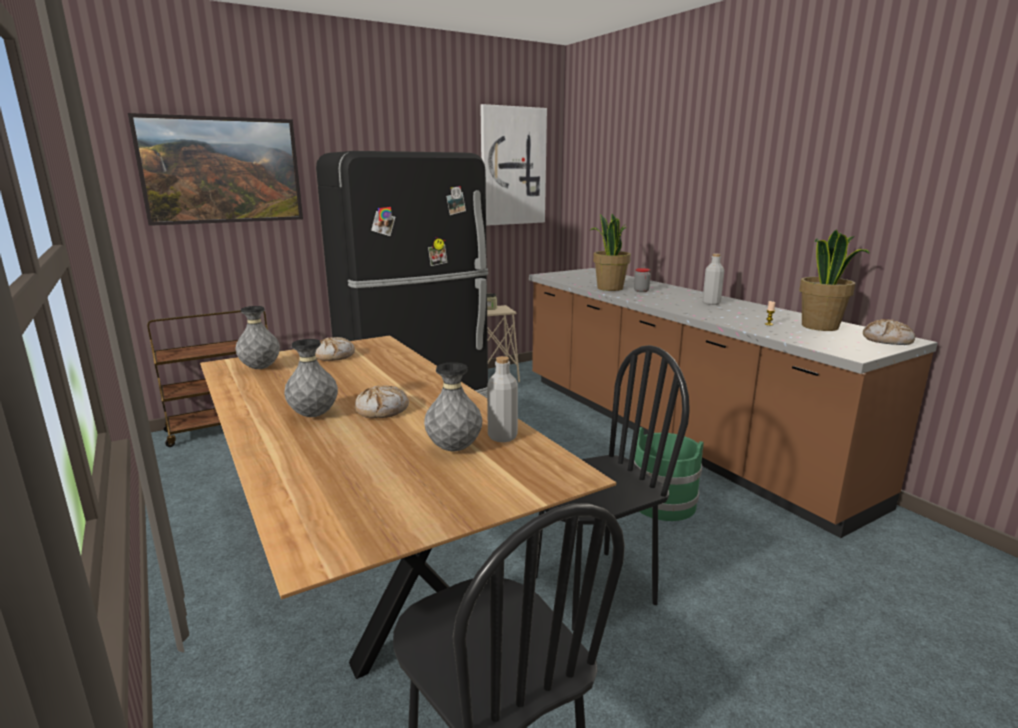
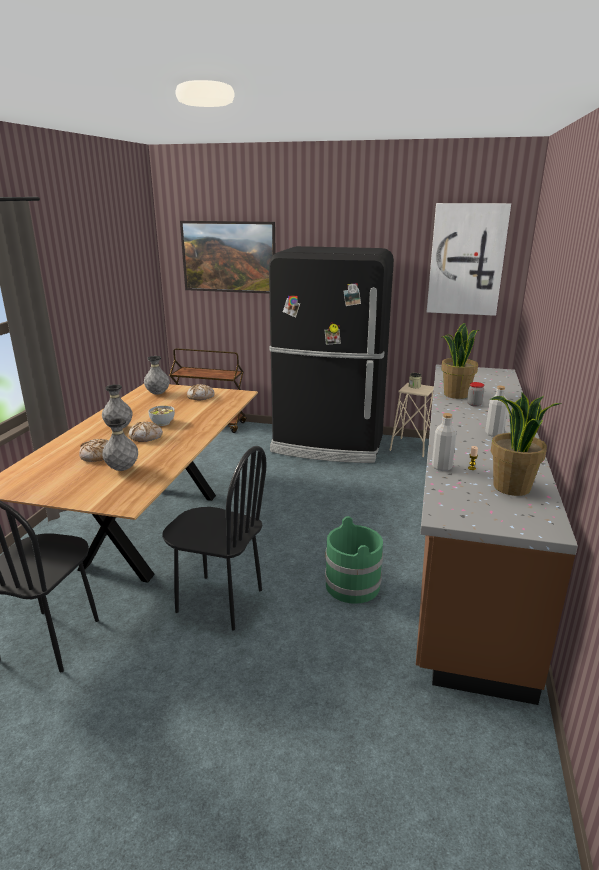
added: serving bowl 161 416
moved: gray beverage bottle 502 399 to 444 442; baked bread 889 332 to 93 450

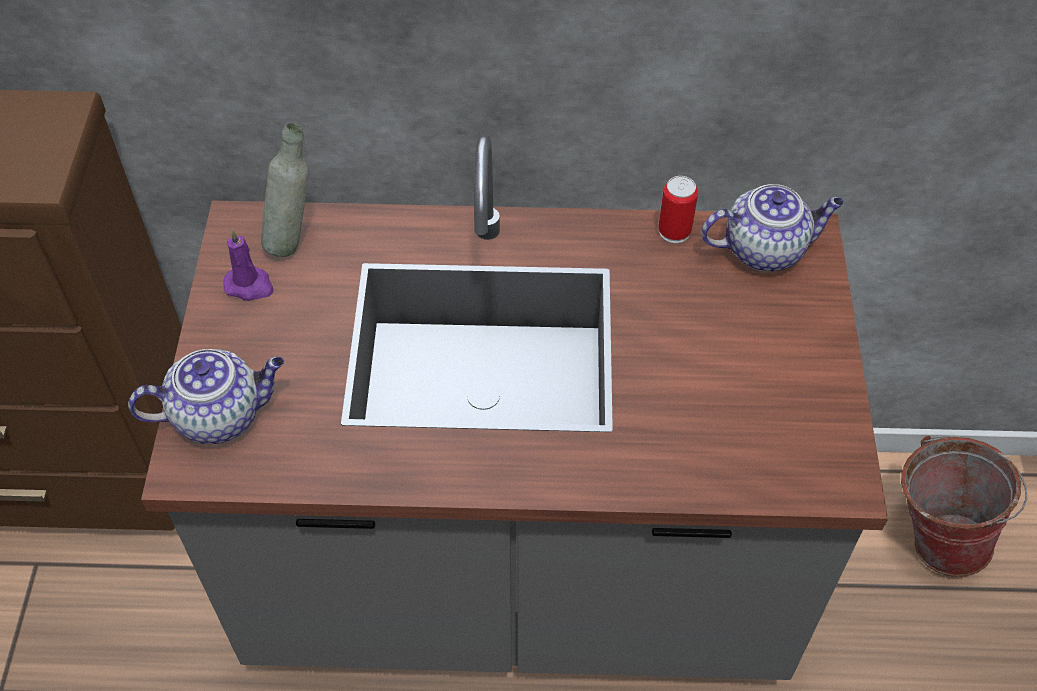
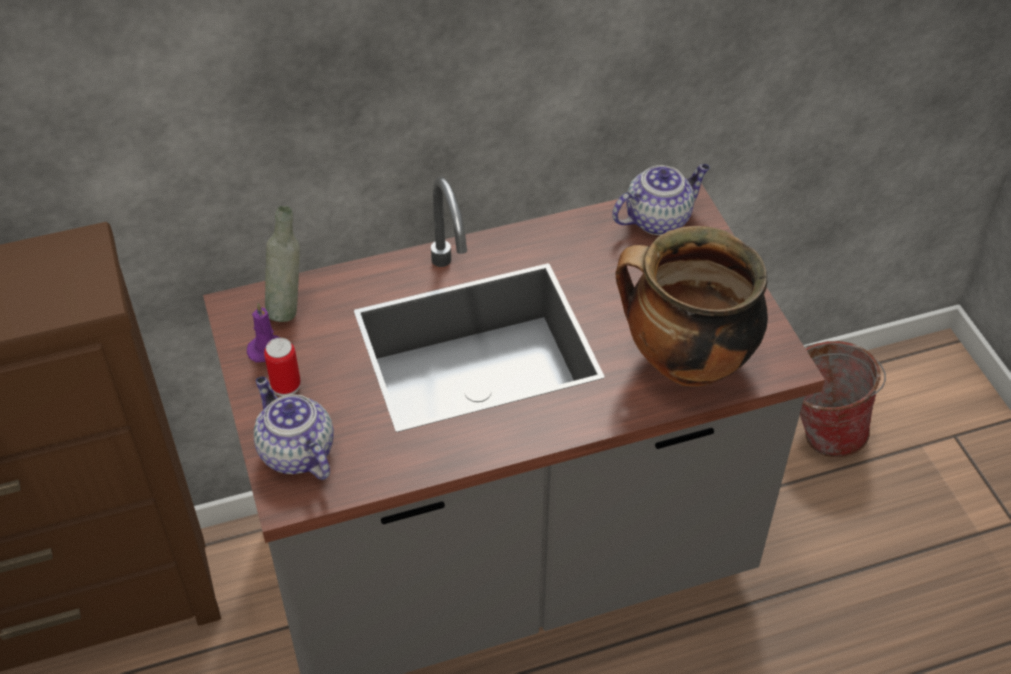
added: stockpot 692 306
moved: sealed can 678 209 to 282 367
turned: teapot 206 396 = 294 428 90 degrees counterclockwise

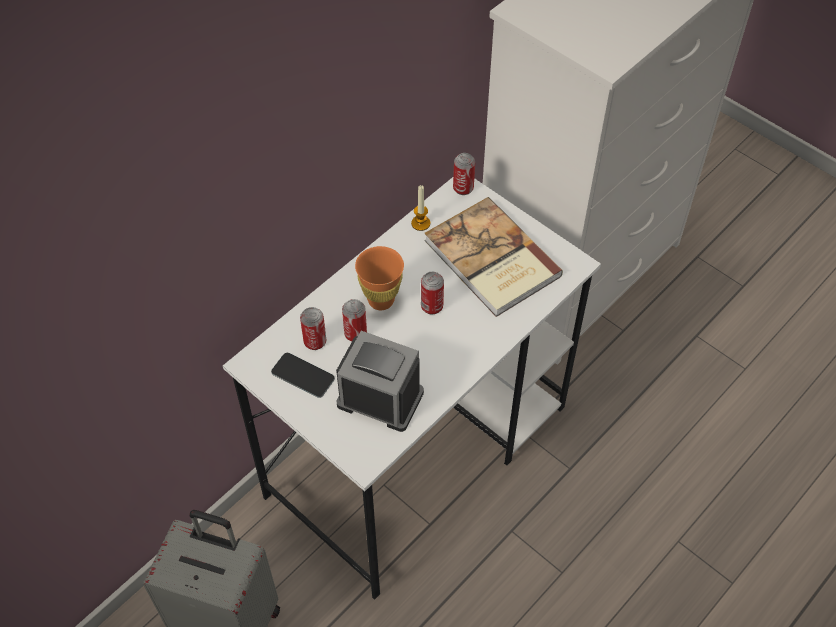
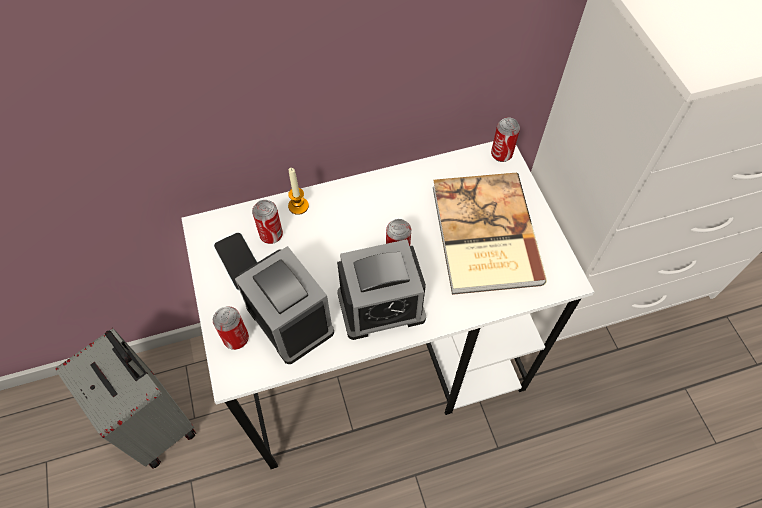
removed: orange-coloured cup 379 278
added: bedside clock 381 289
moved: sealed can 354 320 to 231 328; wax candle 420 208 to 298 191

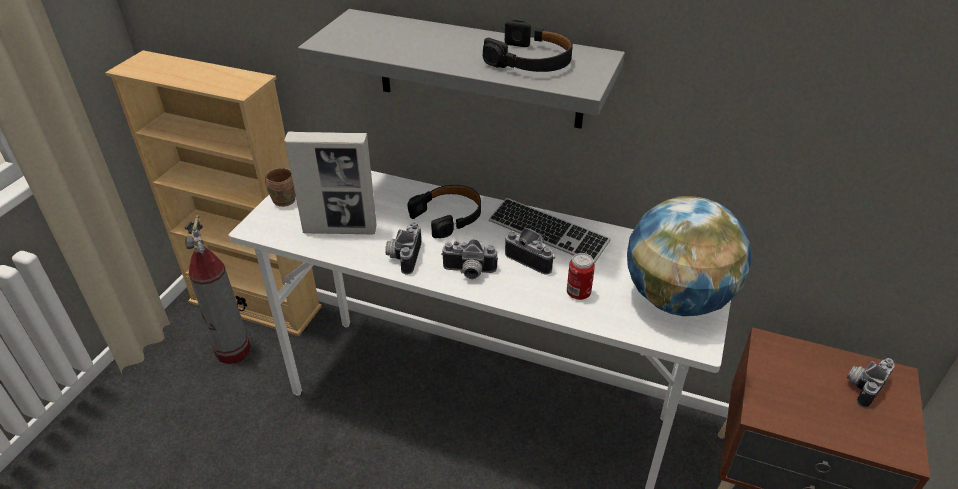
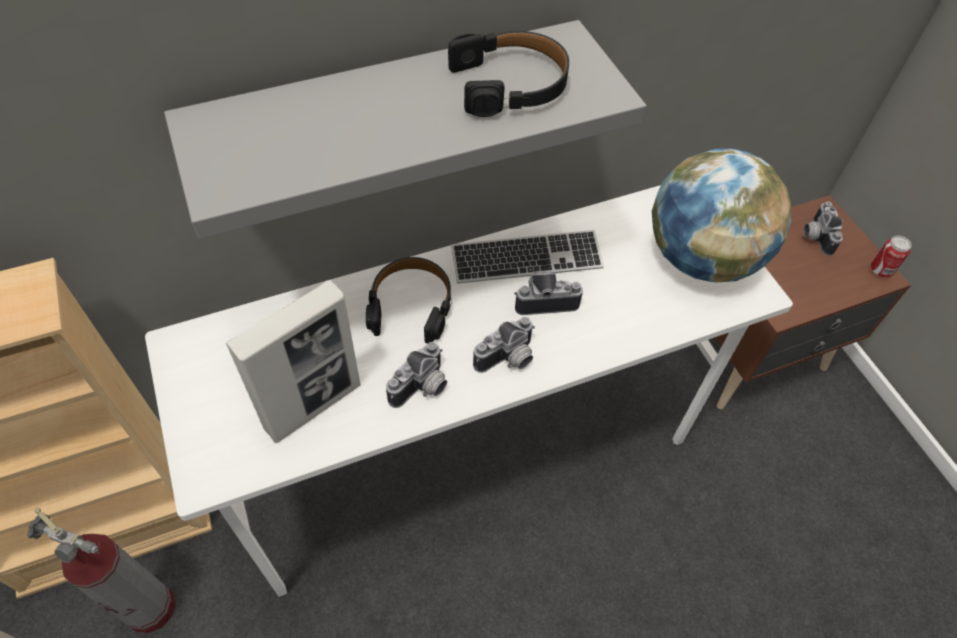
removed: brown tea mug 280 187
moved: sealed can 581 276 to 891 257
turned: photo camera 403 247 = 416 375 105 degrees counterclockwise

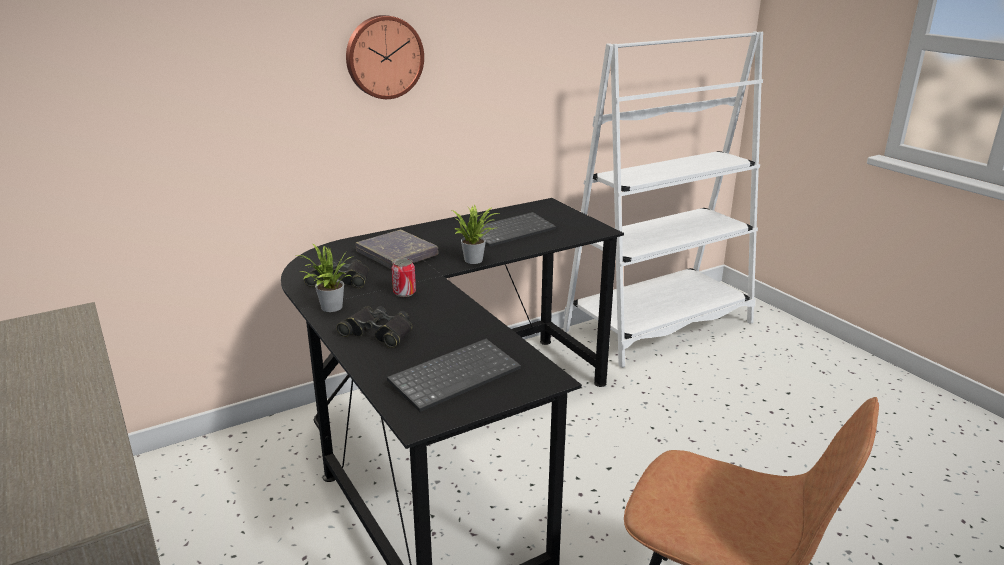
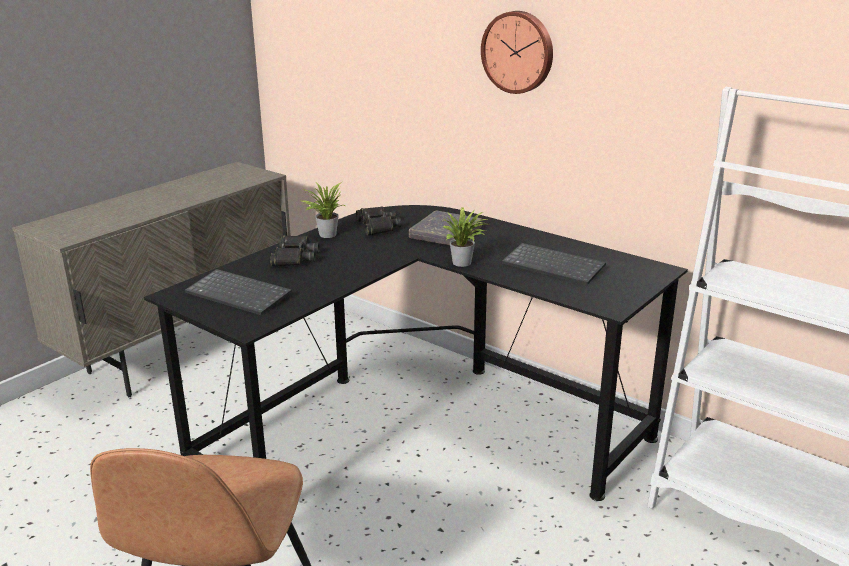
removed: sealed can 404 277

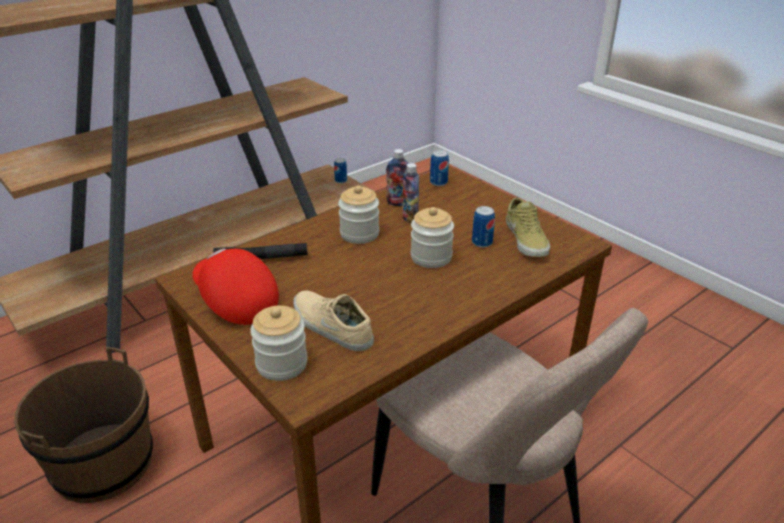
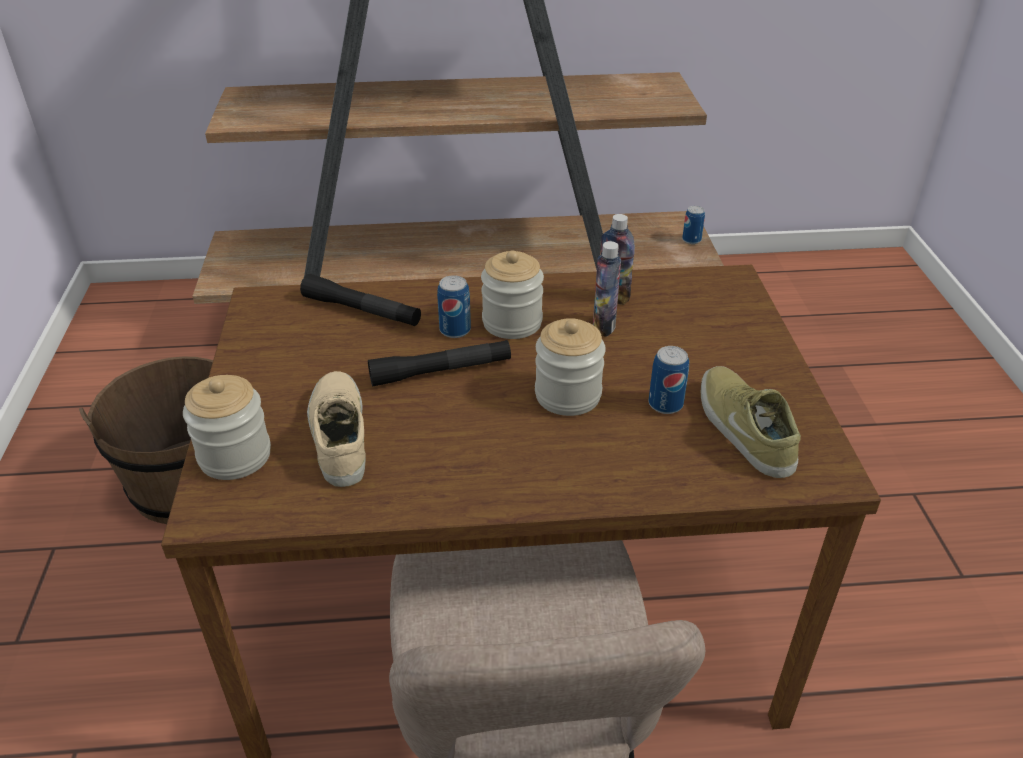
removed: reddish peaked cap 235 286
added: blackish hand torch 439 363
moved: sealed can 439 168 to 454 306
turned: beige shoe 528 227 = 751 422 135 degrees clockwise

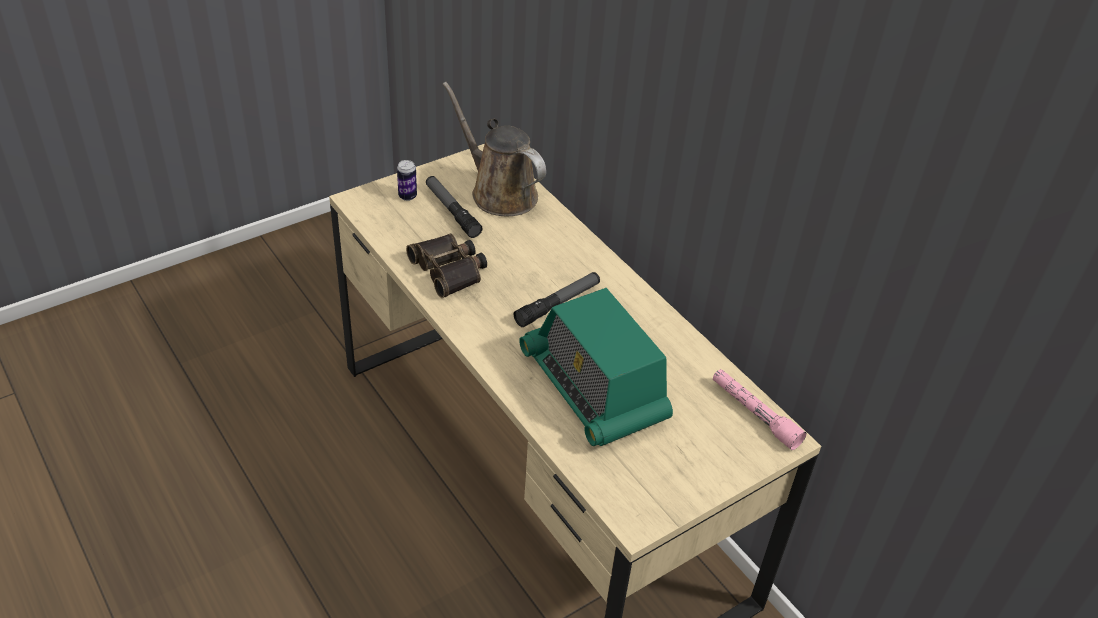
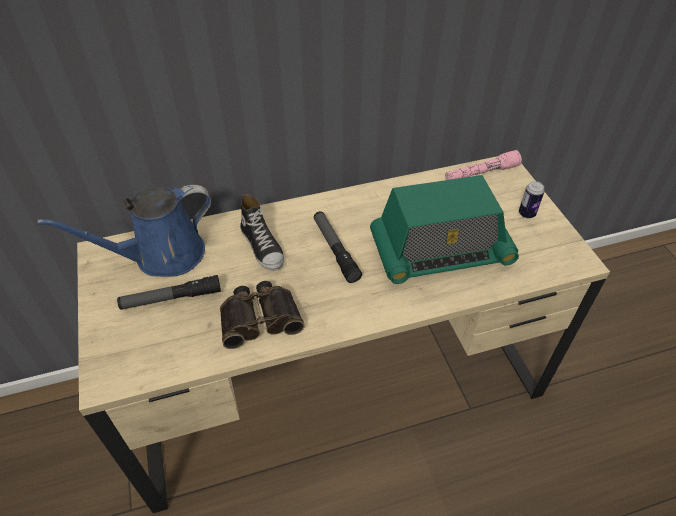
added: shoe 262 232
moved: sealed can 407 180 to 532 200
recoloured: brown watering pot 494 149 to blue watering pot 124 231

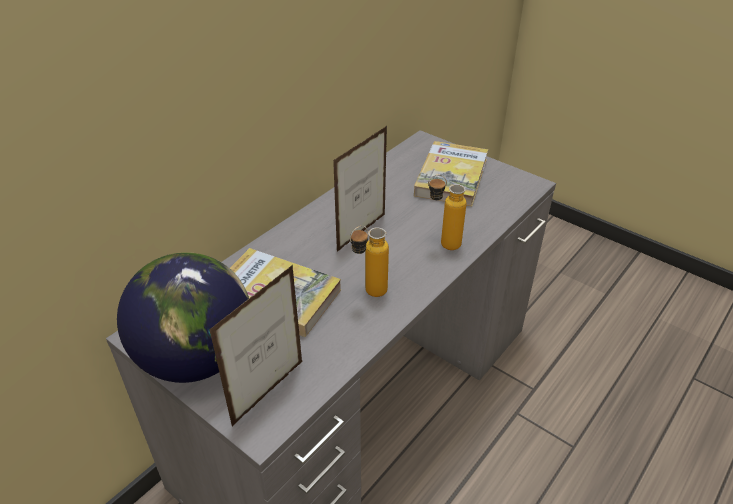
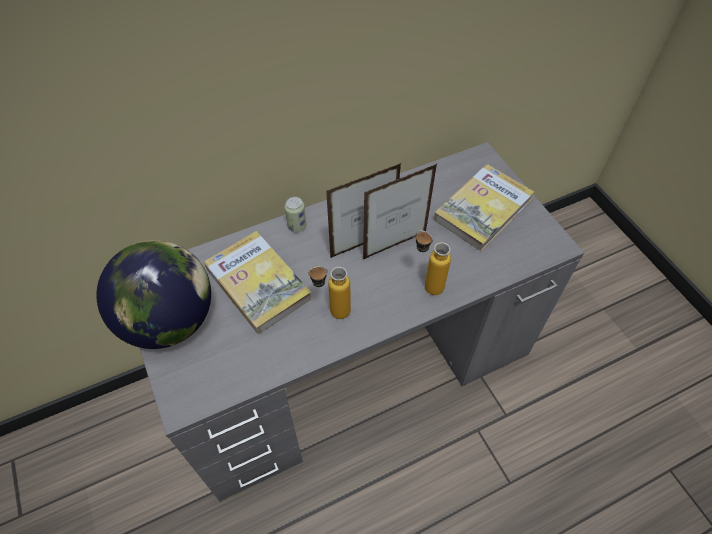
added: sealed can 295 214
moved: picture frame 255 345 to 400 211

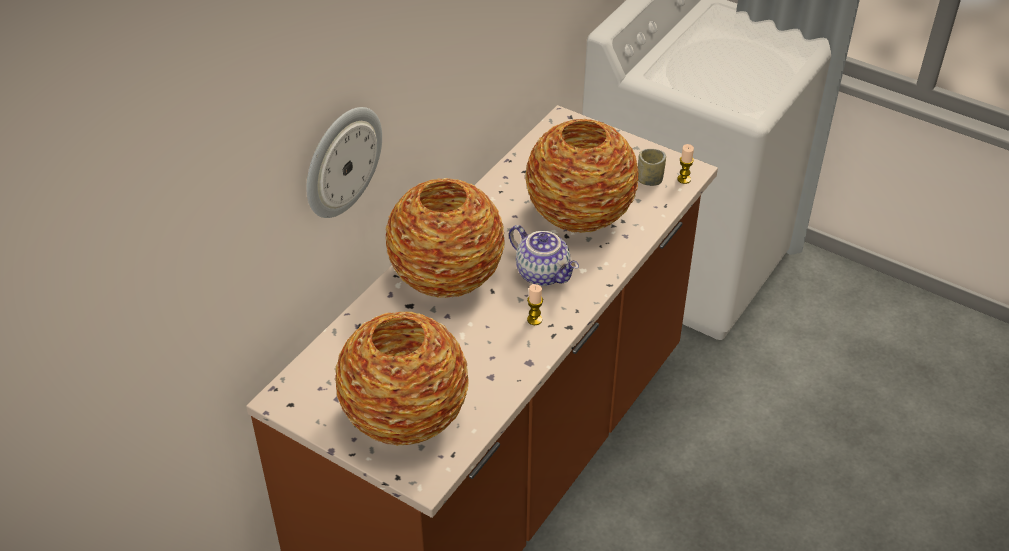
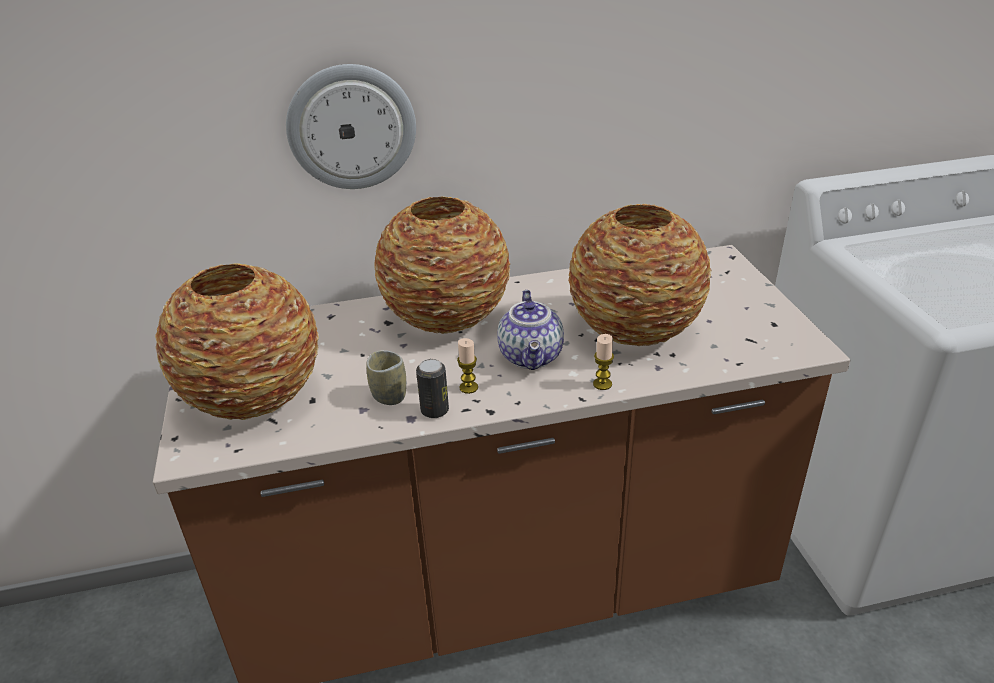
added: sealed can 432 388
moved: cup 652 167 to 386 377; wax candle 685 164 to 603 362

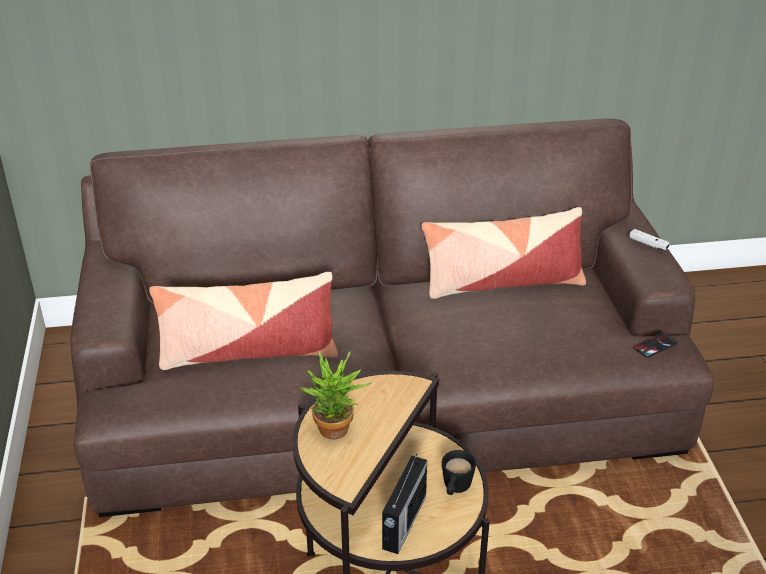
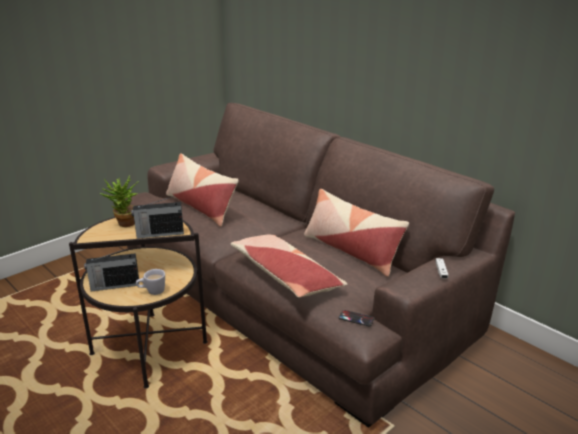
added: radio 157 217; throw pillow 289 266
recoloured: blackish tea mug 459 472 to whitish tea mug 150 282

